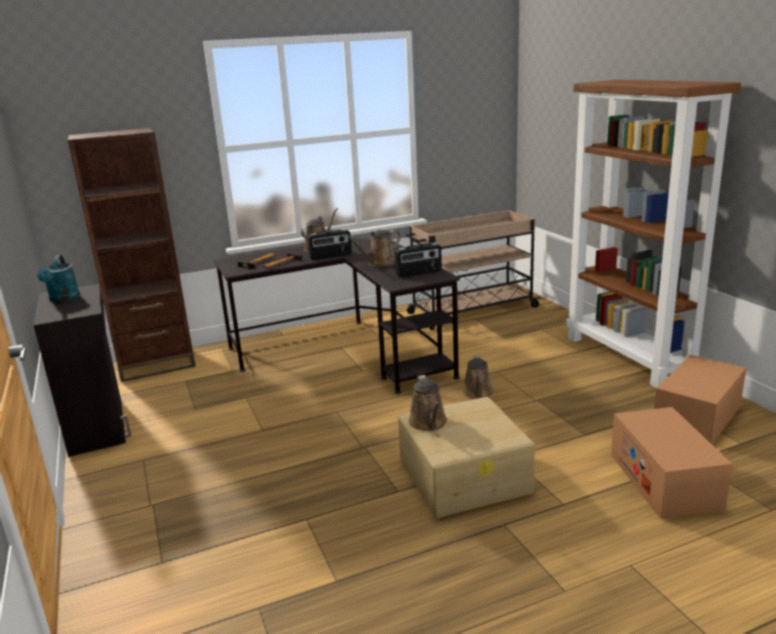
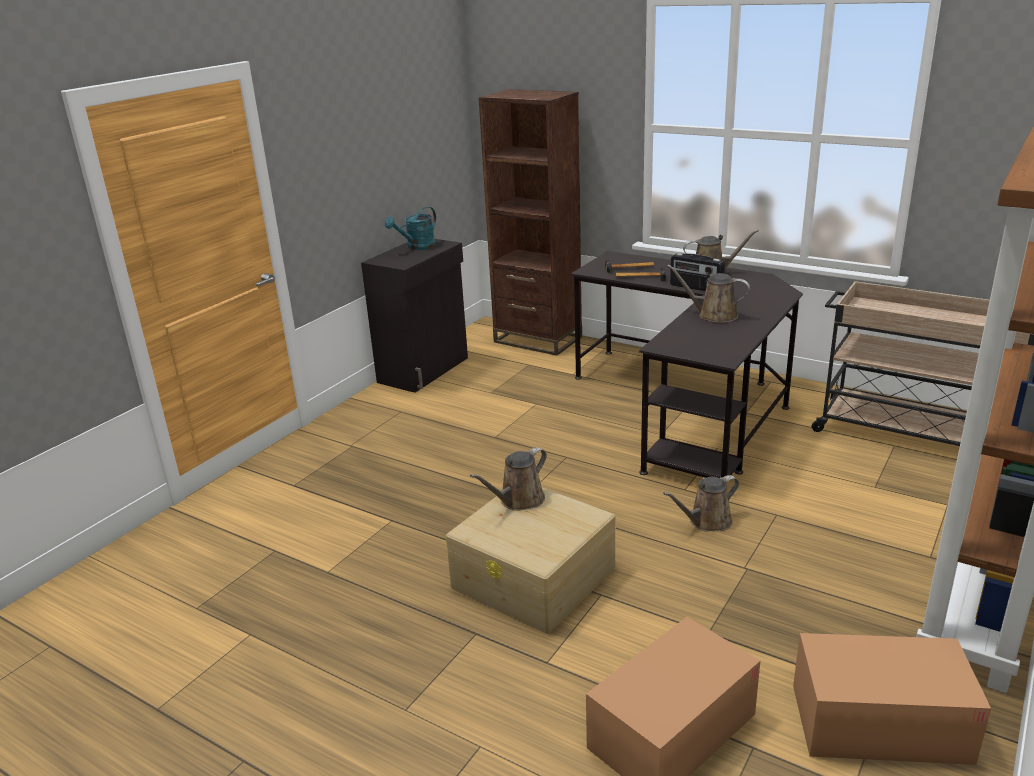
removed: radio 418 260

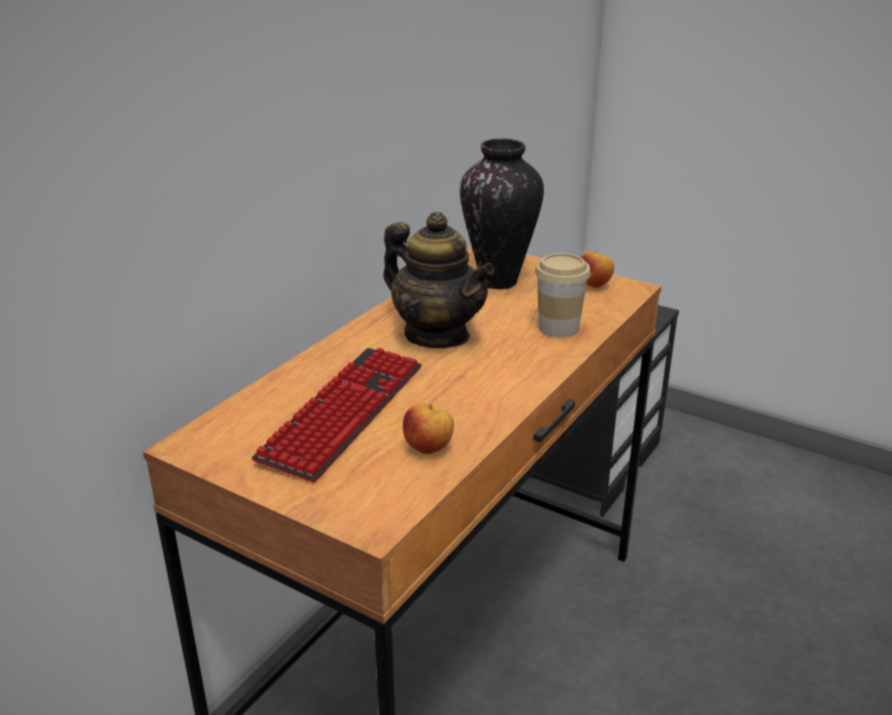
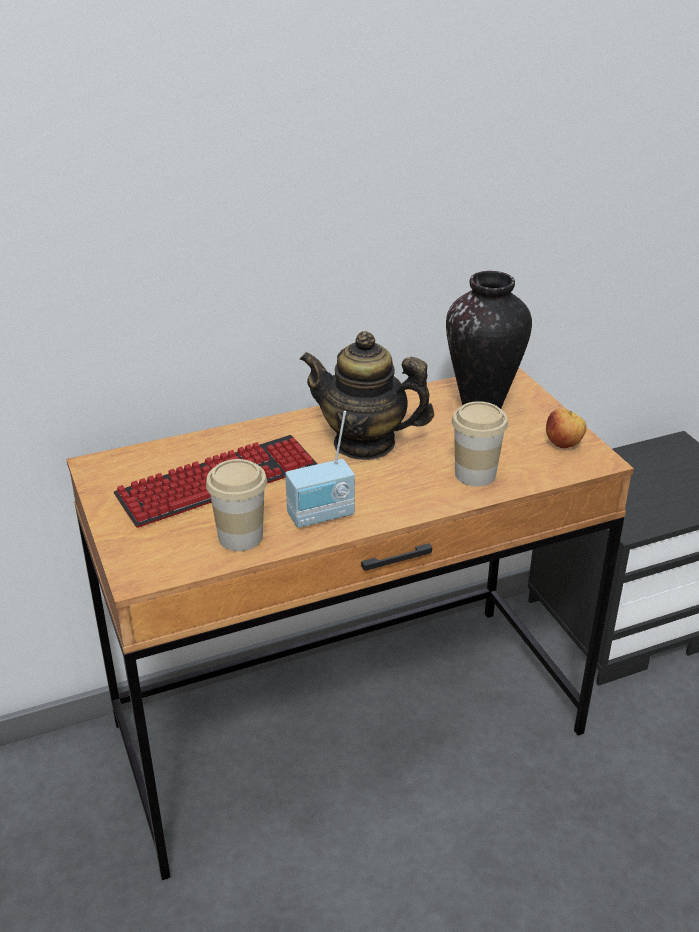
added: radio 320 469
replaced: whole apple 428 429 to cup 236 505
turned: teapot 438 280 = 366 395 120 degrees clockwise

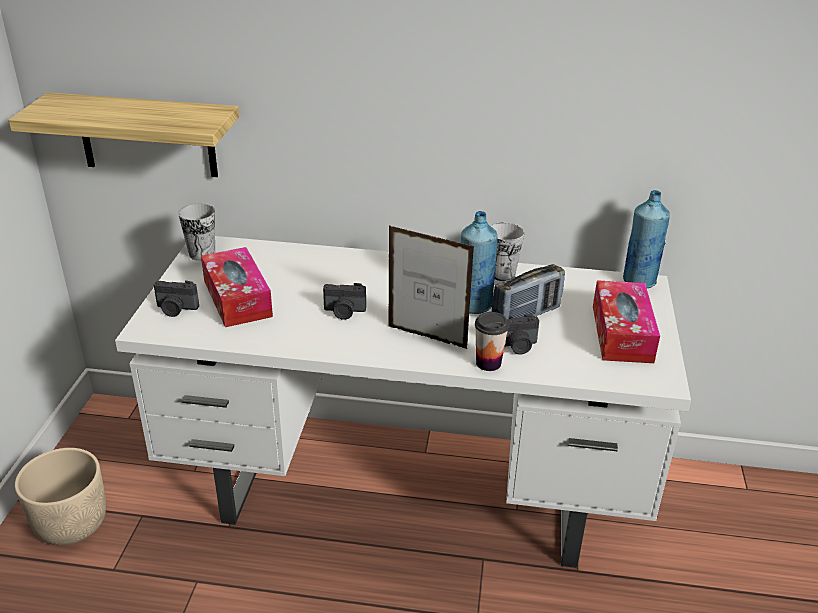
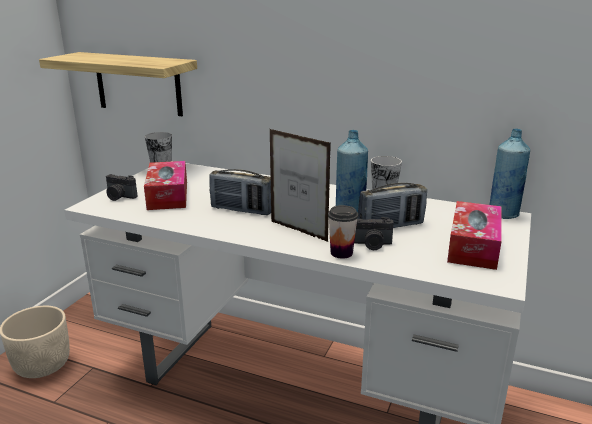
replaced: photo camera 344 301 to radio 240 192

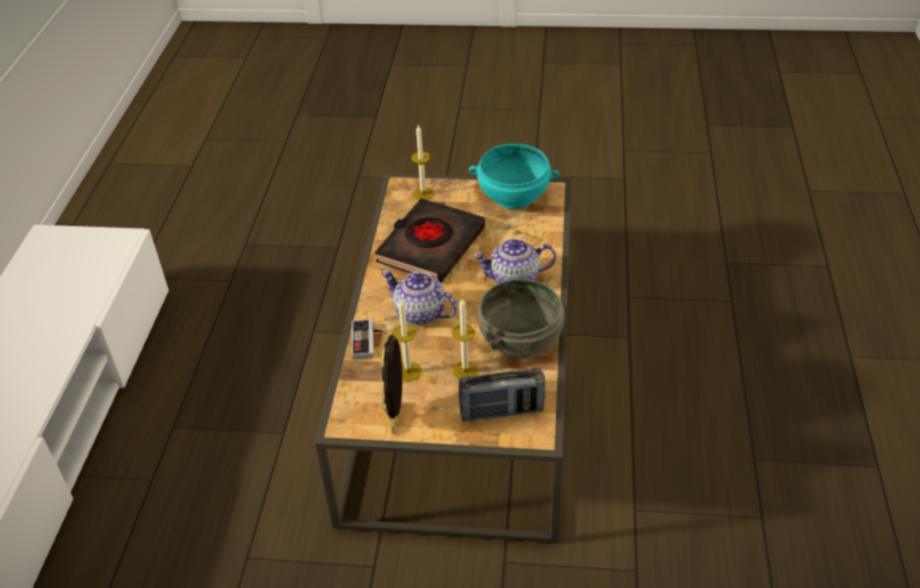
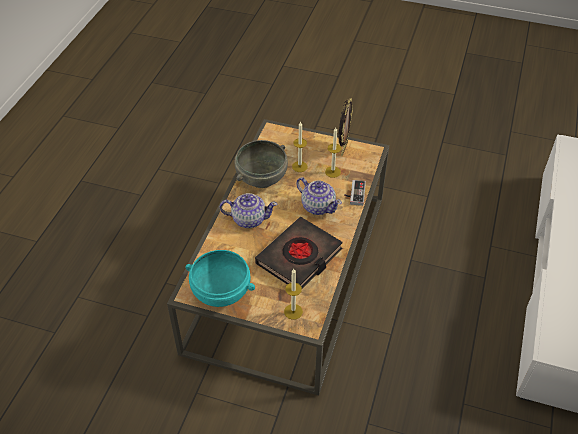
removed: radio 502 395

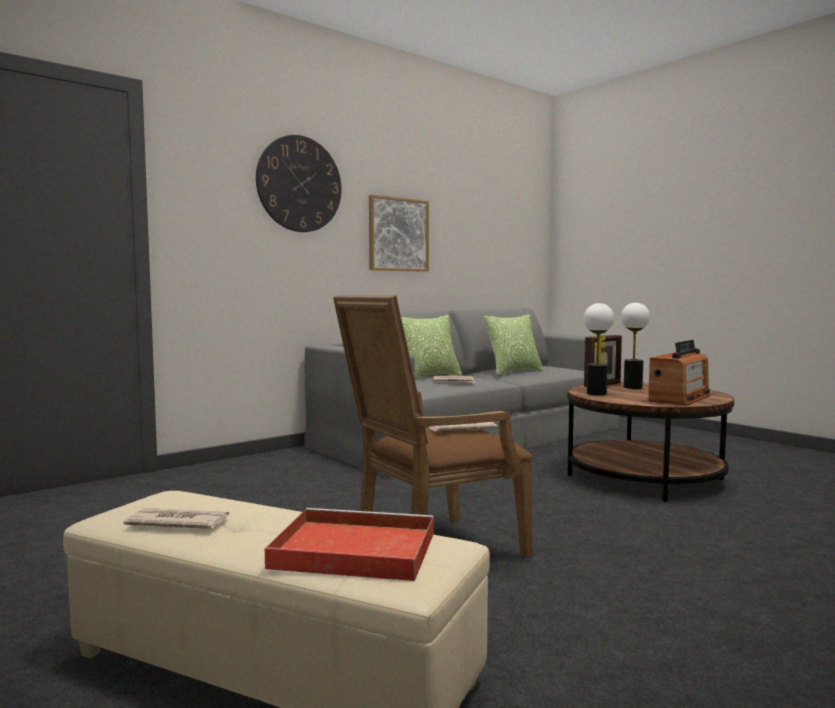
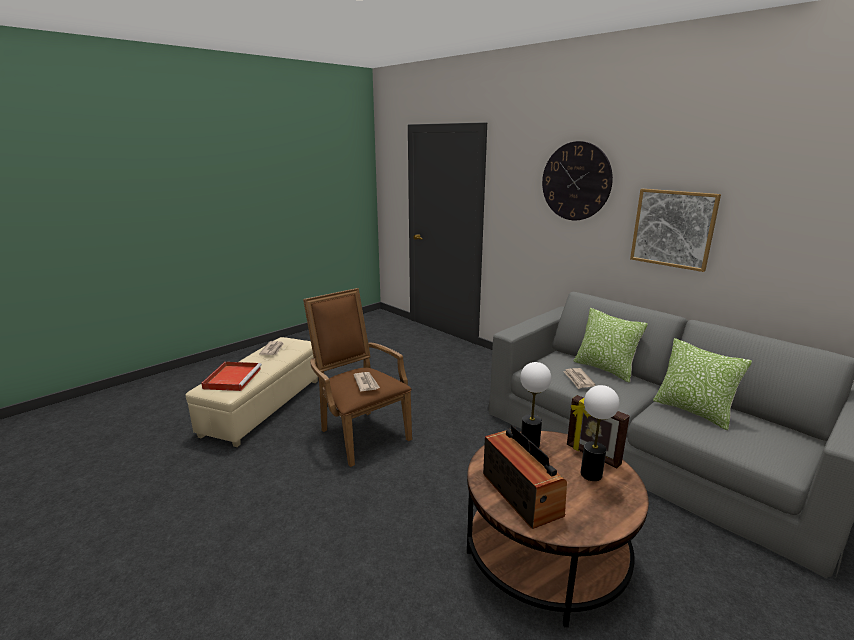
turned: radio 679 373 = 525 477 150 degrees counterclockwise

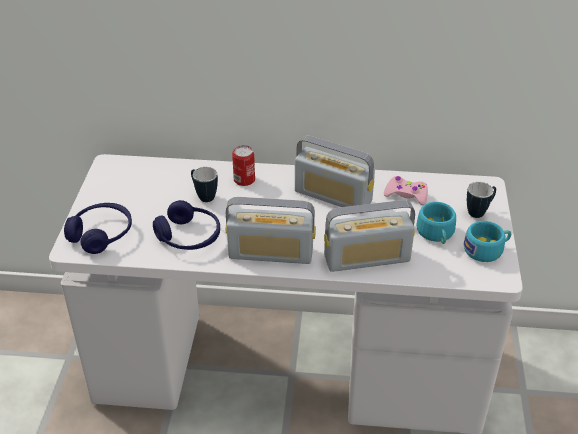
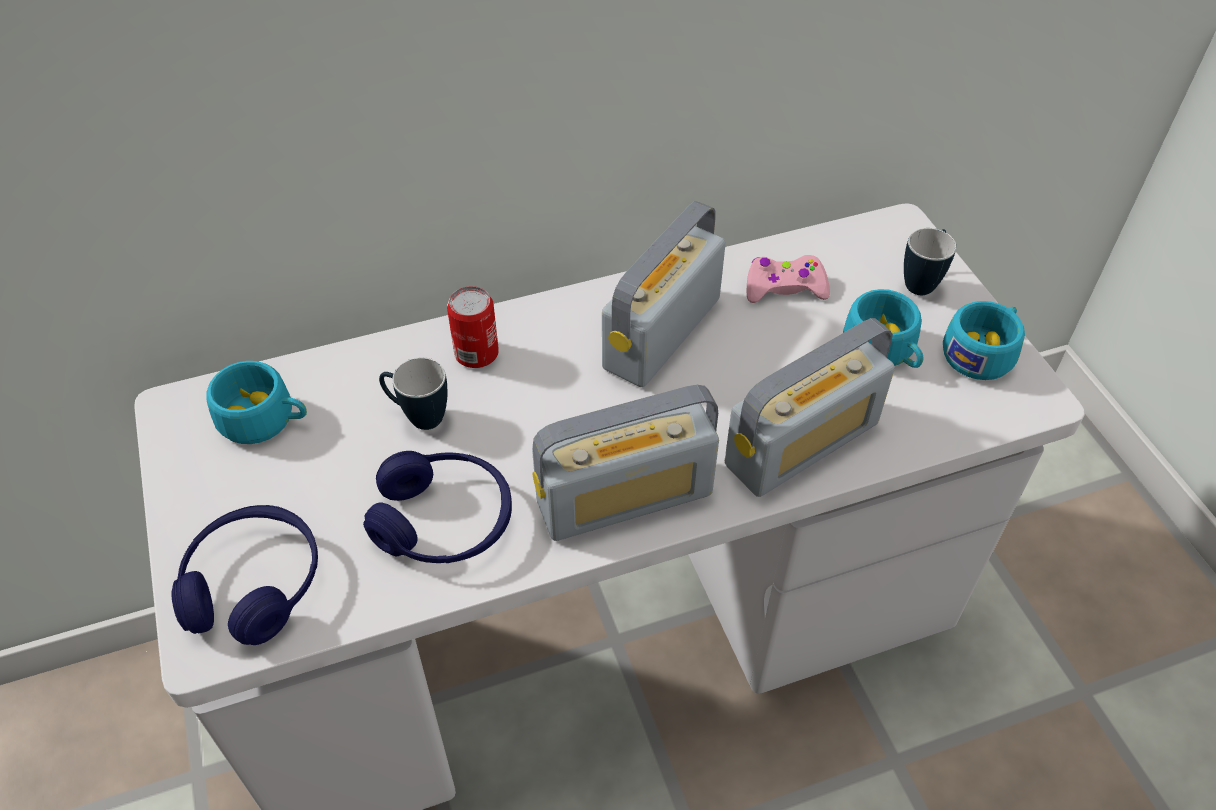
added: turquoise cup 256 402
turned: radio 335 171 = 664 294 120 degrees clockwise

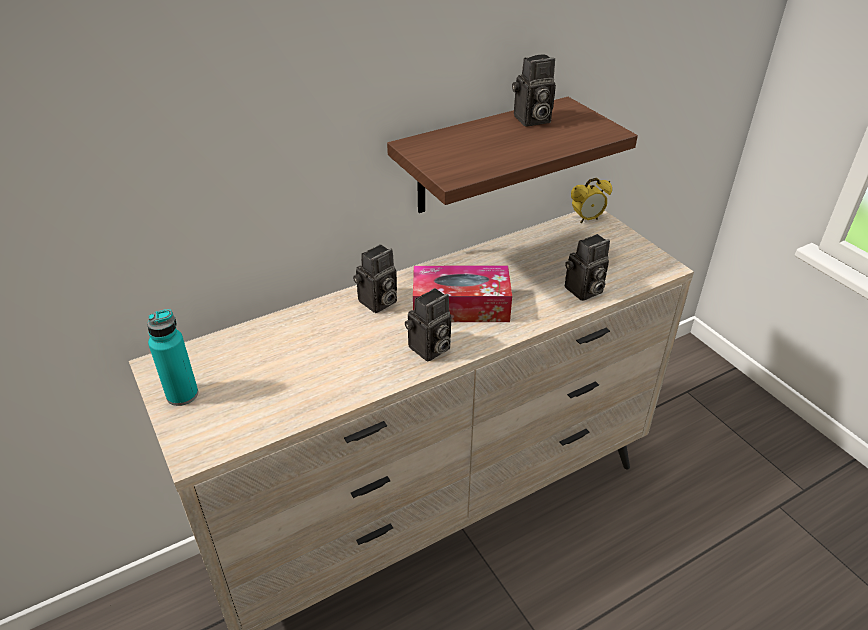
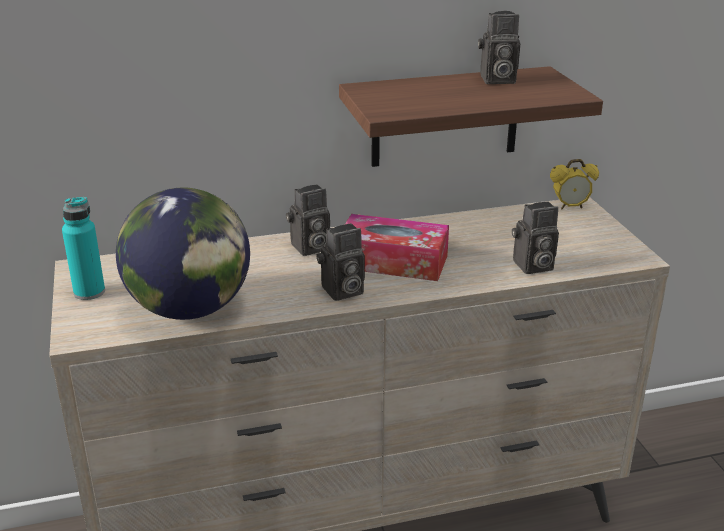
added: world globe 183 254

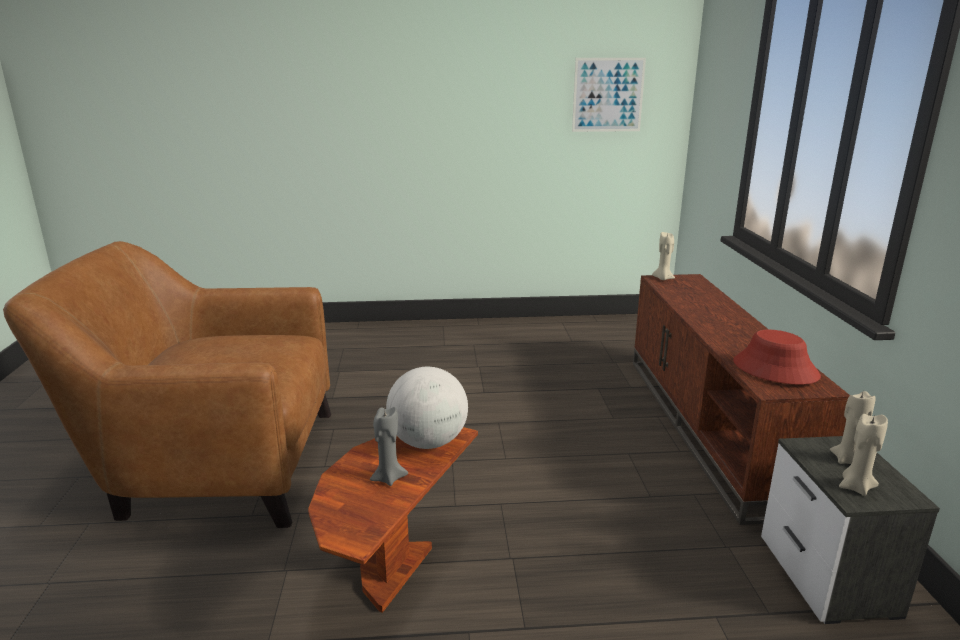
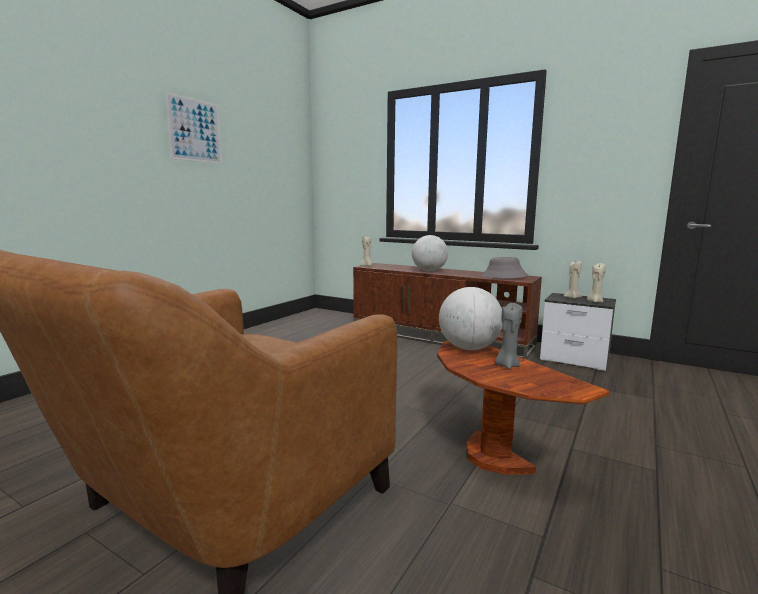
added: world globe 430 253
moved: wall picture 609 95 to 193 128
recoloured: reddish wearable hat 777 357 to gray wearable hat 504 268

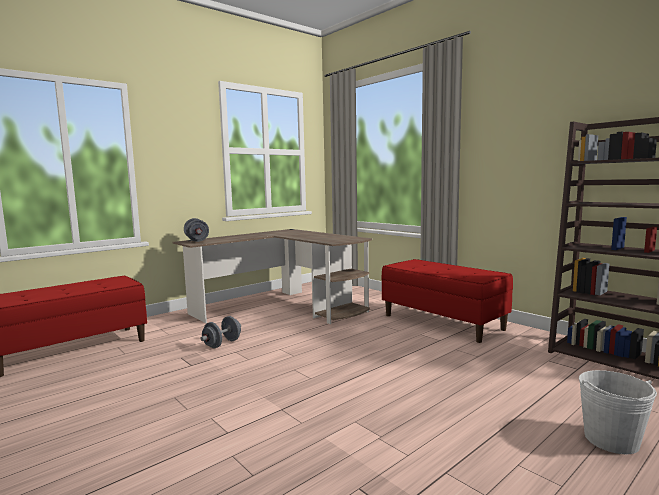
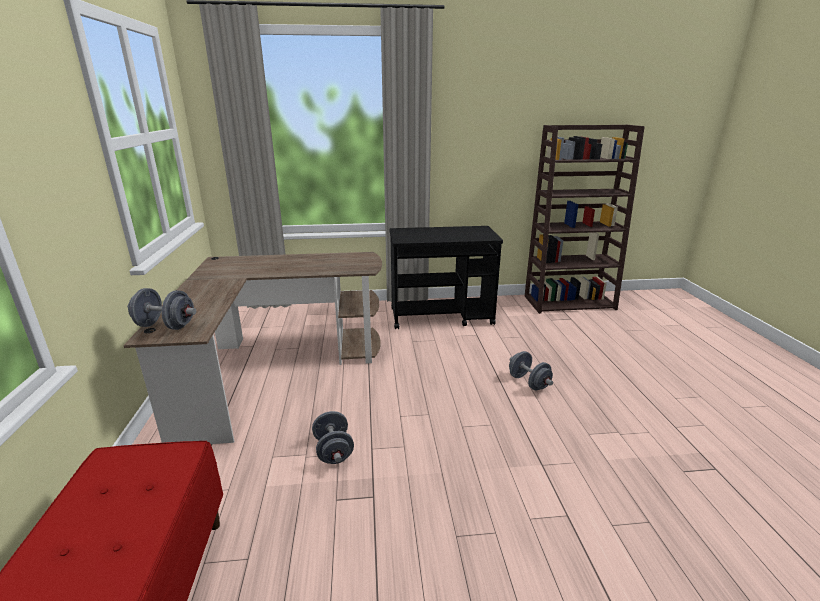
removed: whitish bucket 618 412
added: gray dumbbell 531 370
replaced: reddish long seat 447 301 to blackish trolley 446 277

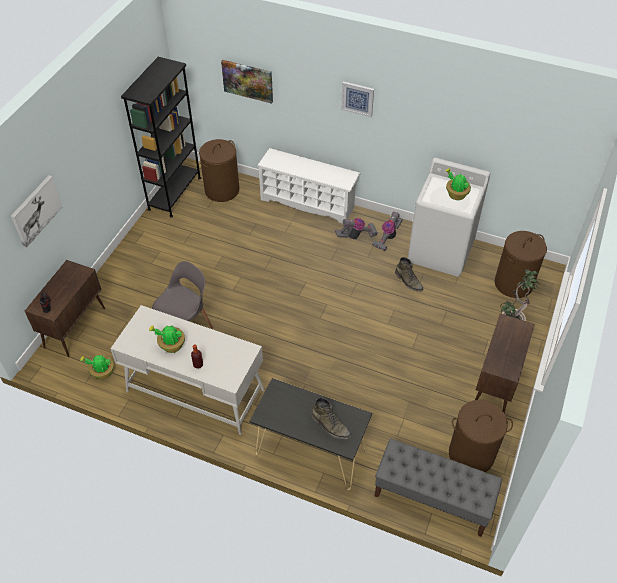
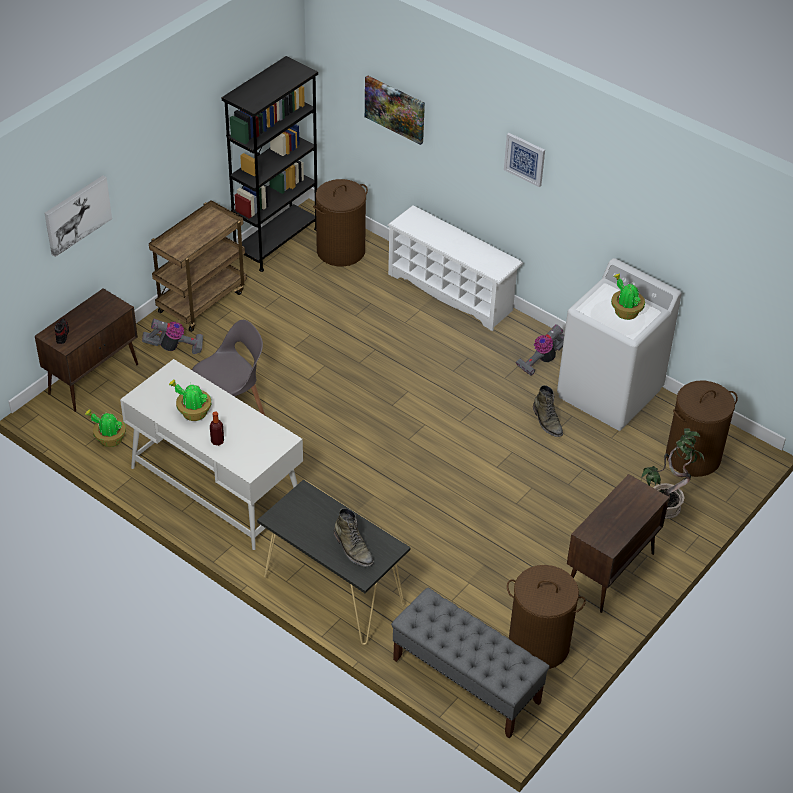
added: brown trolley 198 266
moved: vacuum 356 228 to 172 336

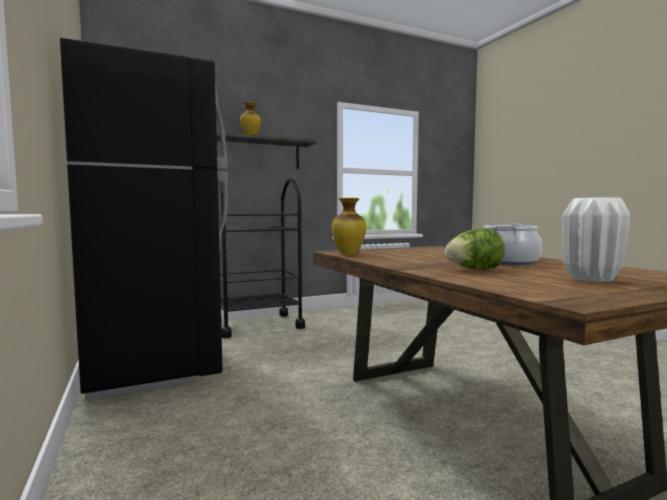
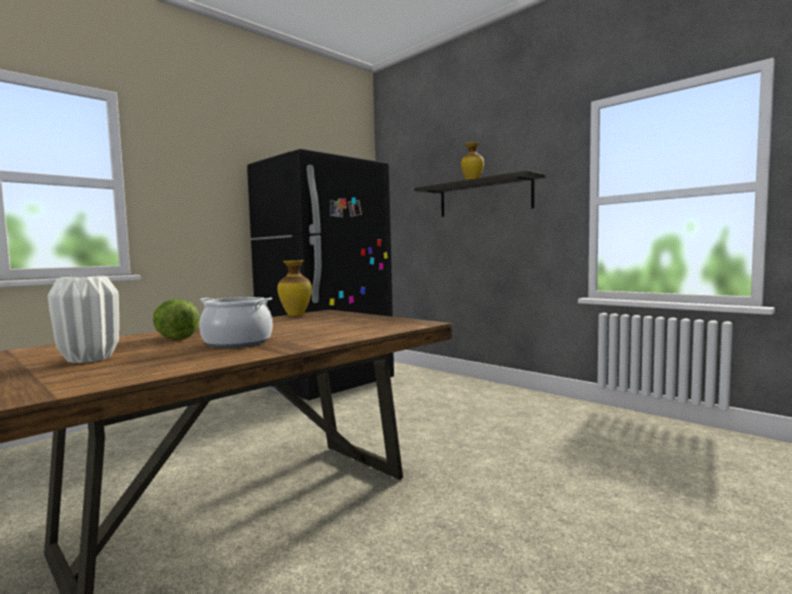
removed: blackish trolley 262 258

